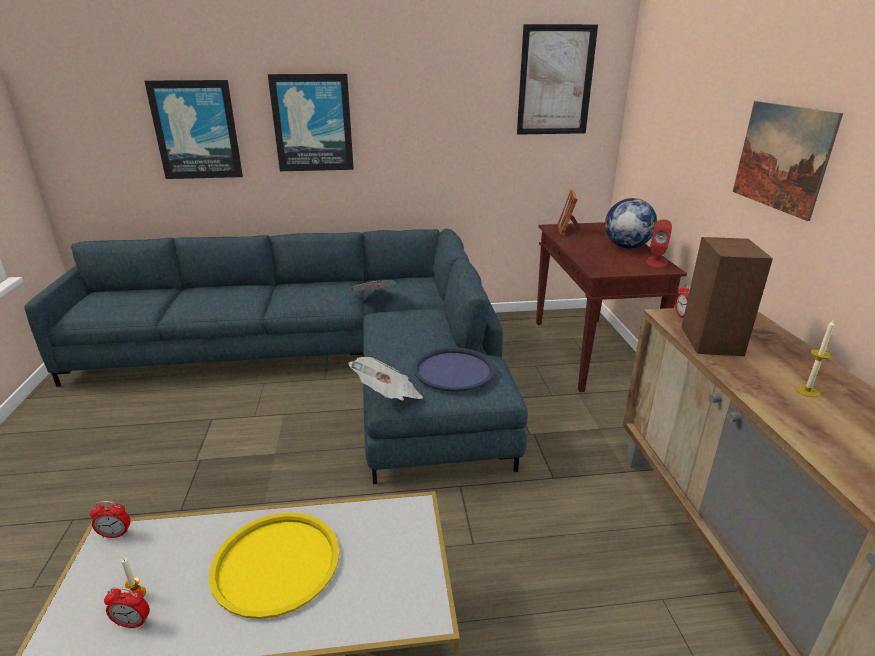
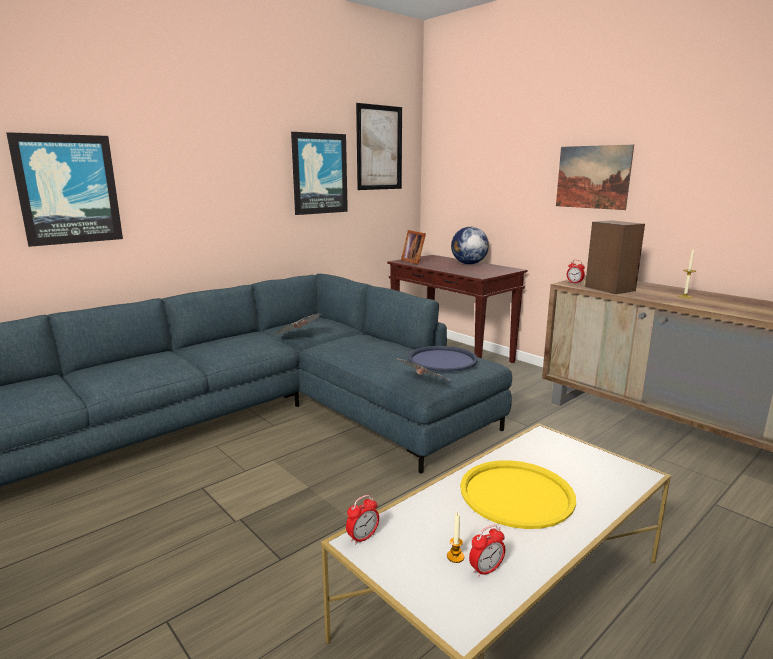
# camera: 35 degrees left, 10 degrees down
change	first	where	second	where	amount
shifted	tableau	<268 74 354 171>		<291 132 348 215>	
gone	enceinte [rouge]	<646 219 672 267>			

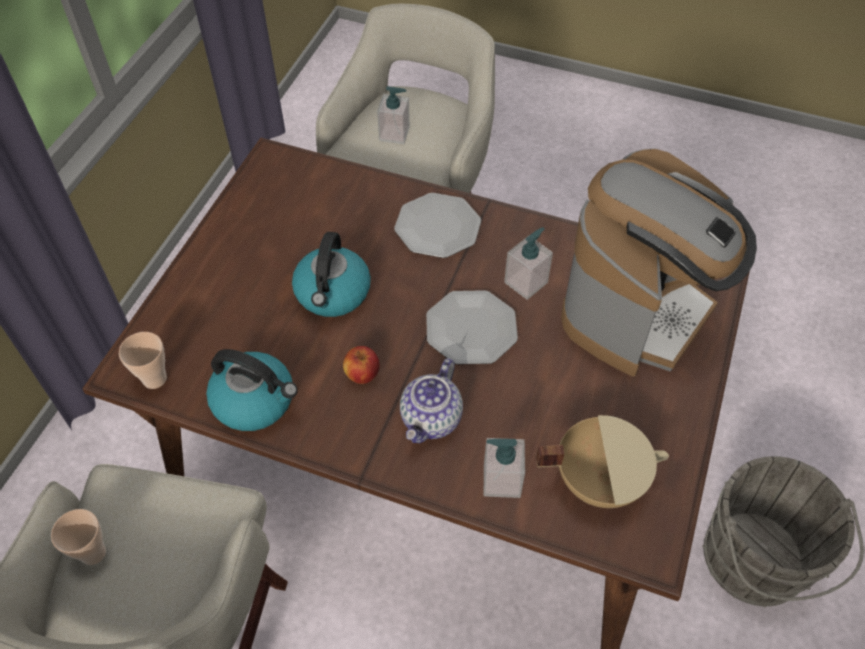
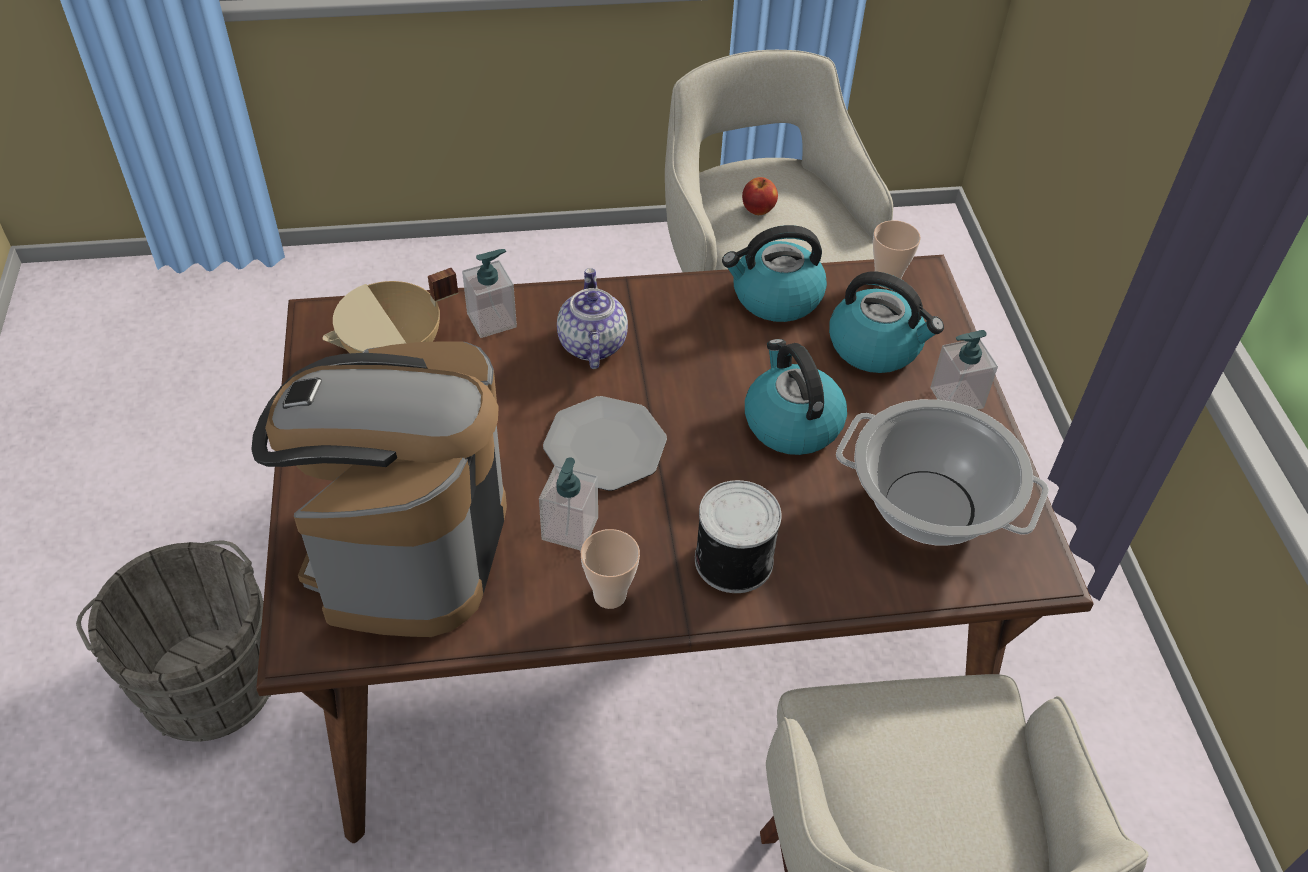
# camera: 150 degrees right, 5 degrees down
change	first	where	second	where	amount
shifted	tasse	<51 509 106 565>		<581 529 640 609>	
swapped	assiette	<394 193 481 258>	boîte métallique	<695 480 782 593>	
shifted	pomme	<343 346 380 384>		<742 177 778 215>	
new			bouilloire	<829 271 944 373>	
new			marmite	<836 399 1049 545>	
shifted	distributeur de savon	<377 86 410 144>		<931 330 998 410>	

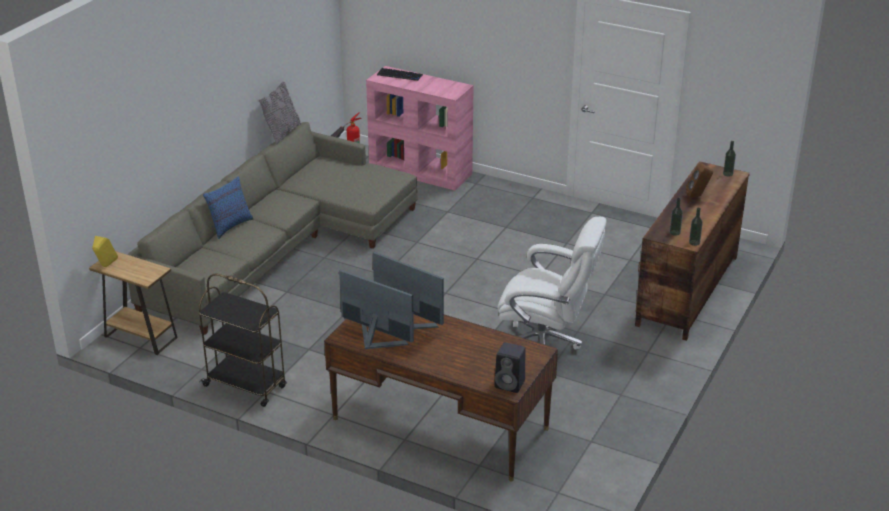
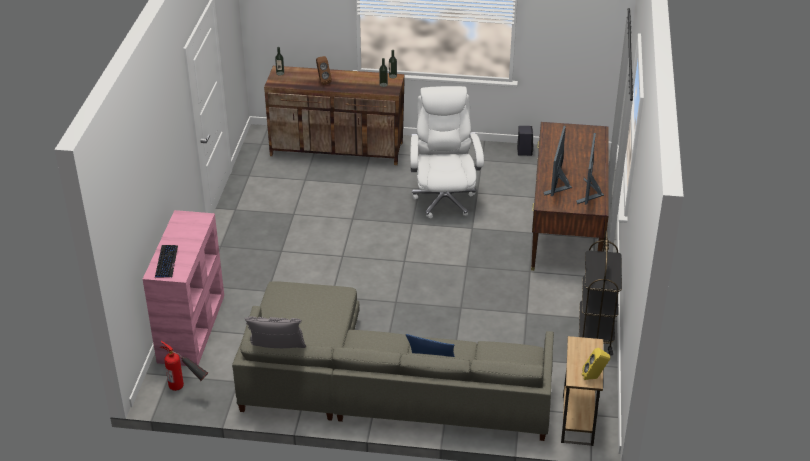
# camera: 110 degrees left, 5 degrees up
change	first	where	second	where	amount
shifted	enceinte [noir]	<494 342 526 393>		<517 126 533 156>	

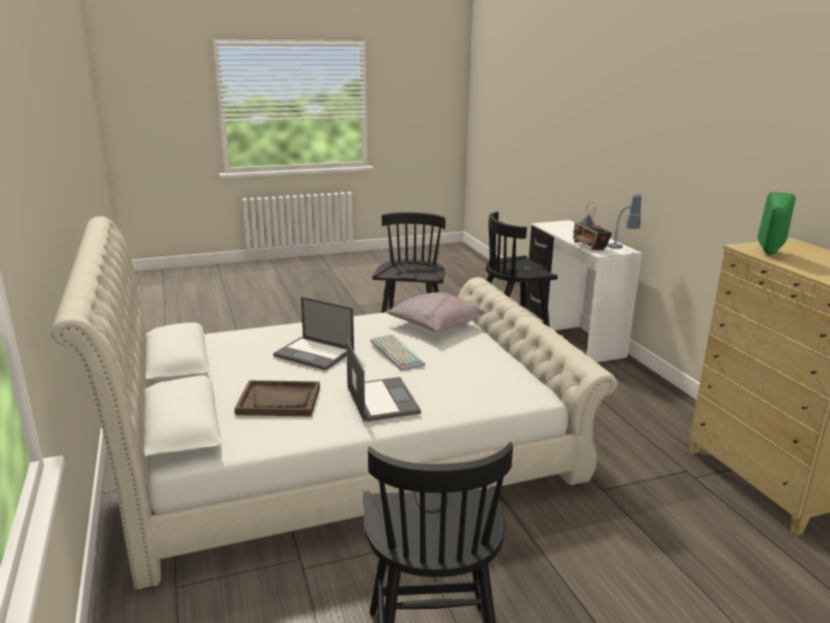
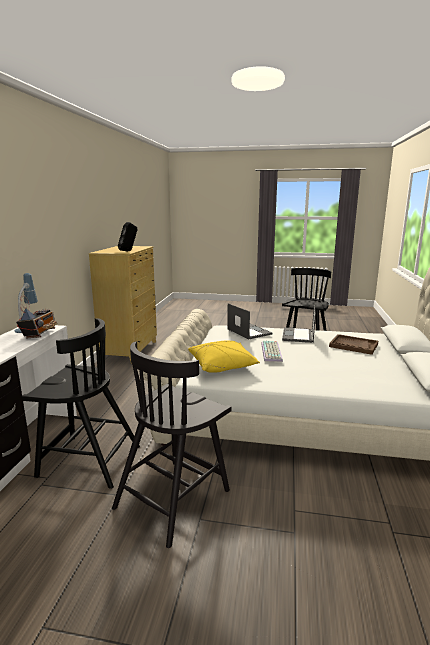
# camera: 150 degrees left, 5 degrees down
change	first	where	second	where	amount
repainted	enceinte [vert]	<758 192 796 255>	enceinte [noir]	<118 222 137 251>	
repainted	coussin [violet]	<385 292 486 332>	coussin [jaune]	<188 340 260 373>	
shifted	ordinateur portable	<273 297 354 370>		<227 303 272 339>	

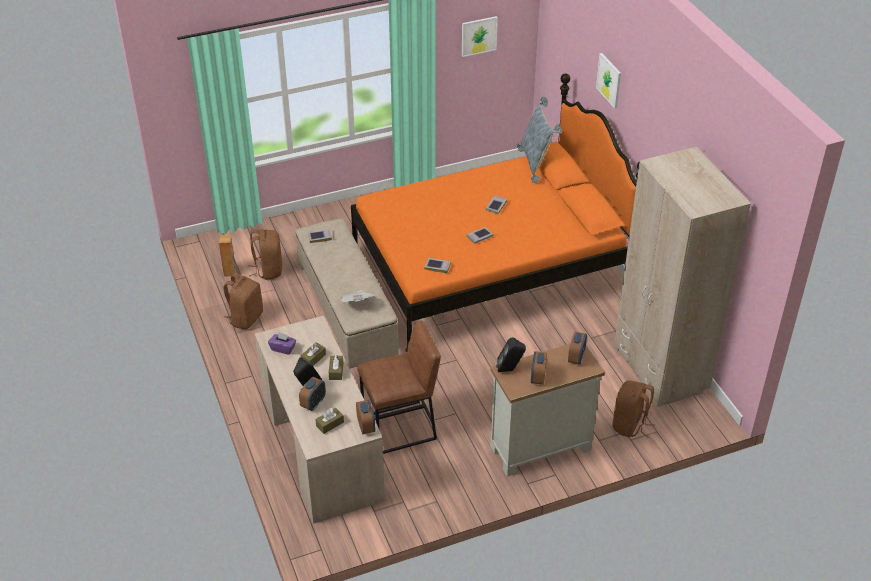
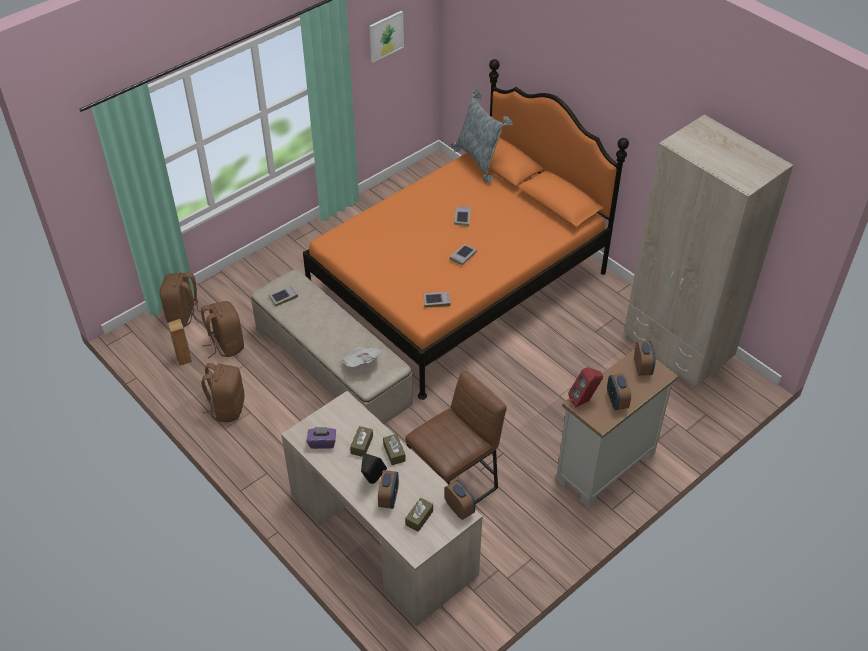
# camera: 20 degrees left, 5 degrees up
change	first	where	second	where	amount
shifted	sac à dos [marron]	<613 380 655 438>		<160 273 207 327>	
repainted	enceinte [noir]	<496 337 526 372>	enceinte [rouge]	<568 367 603 408>	
gone	tableau	<596 53 621 108>			

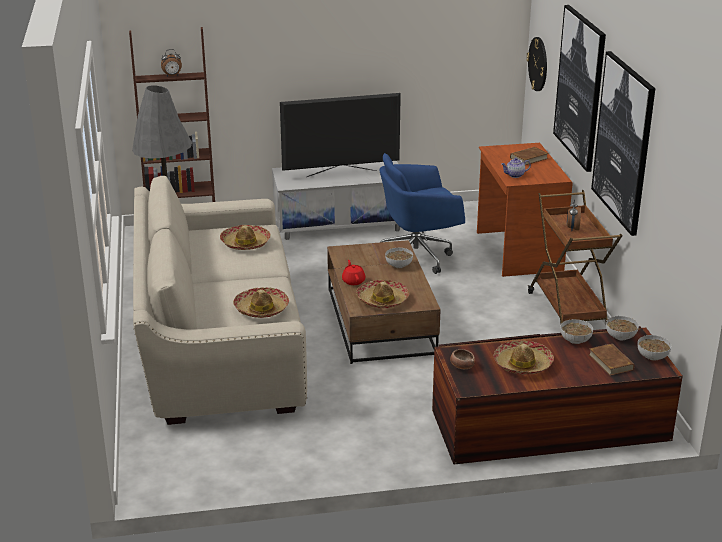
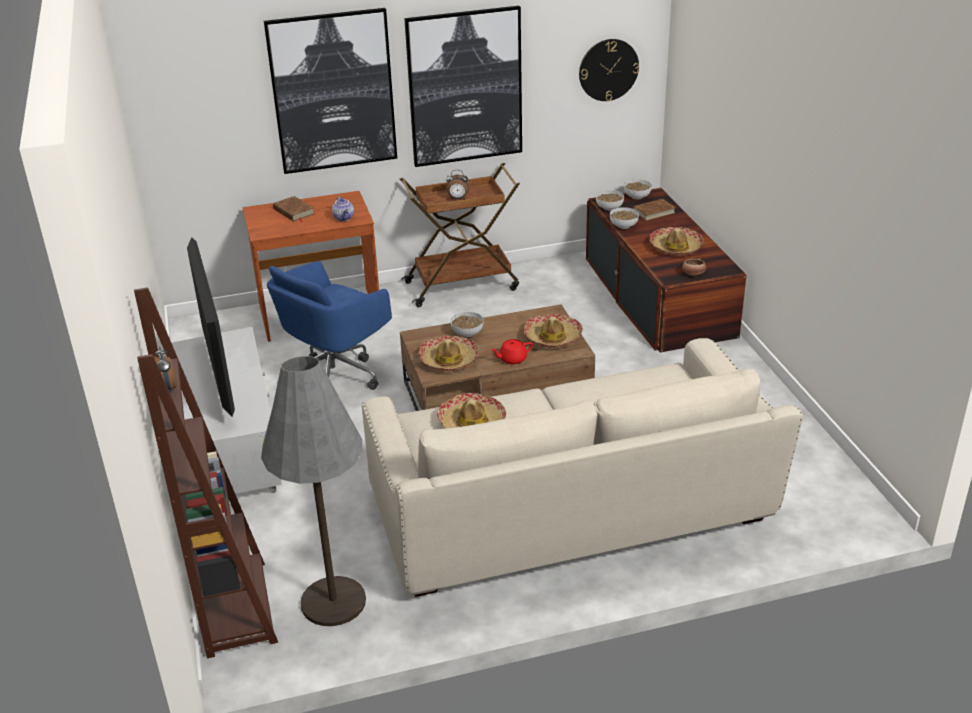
# camera: 95 degrees left, 5 degrees up
change	first	where	second	where	amount
rotated	chaise de bureau [bleu]	<380 153 465 274>		<267 261 392 390>	60 degrees clockwise
shifted	chapeau	<233 287 289 318>		<418 336 479 372>	
shifted	horloge murale	<526 37 547 91>		<579 39 639 101>	

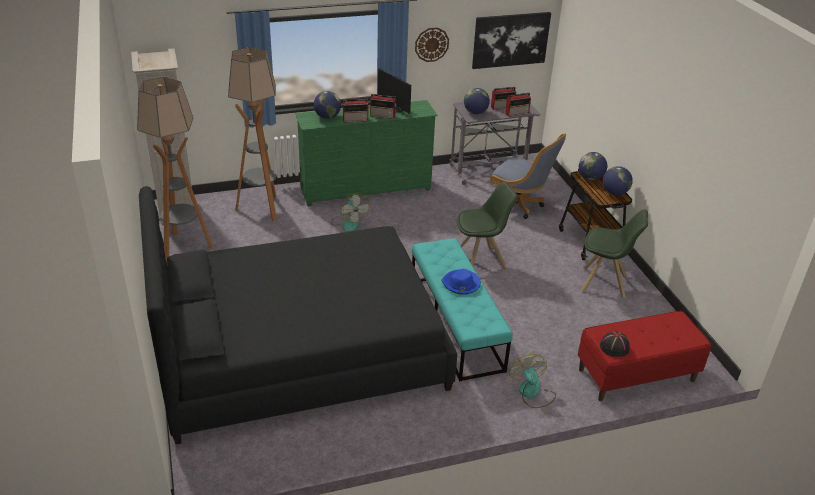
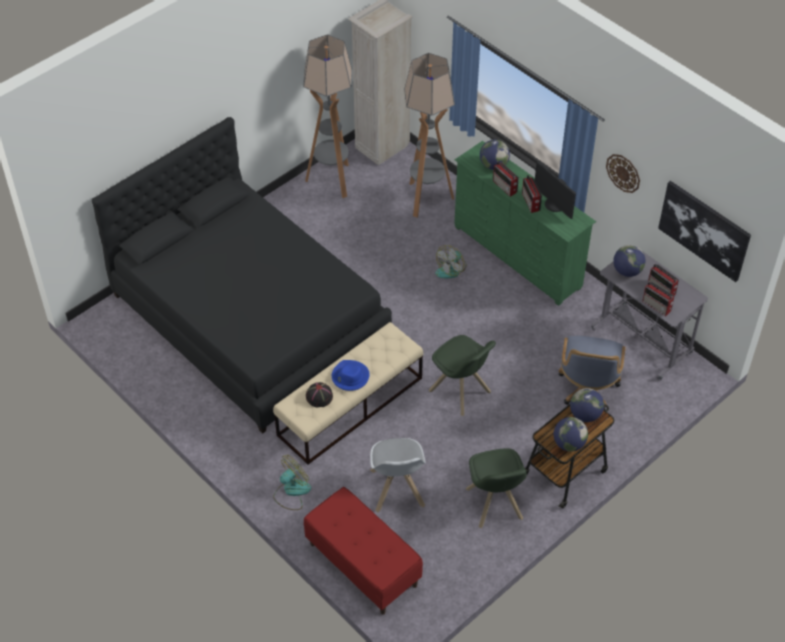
# camera: 65 degrees right, 15 degrees up
change	first	where	second	where	amount
repainted	banc [turquoise]	<412 238 513 382>	banc [beige]	<273 322 423 465>	
shifted	chapeau [noir]	<600 331 630 357>		<306 382 333 407>	
new			chaise	<370 438 426 512>	
rotated	écran d'ordinateur	<378 68 411 114>		<535 161 576 219>	60 degrees counterclockwise

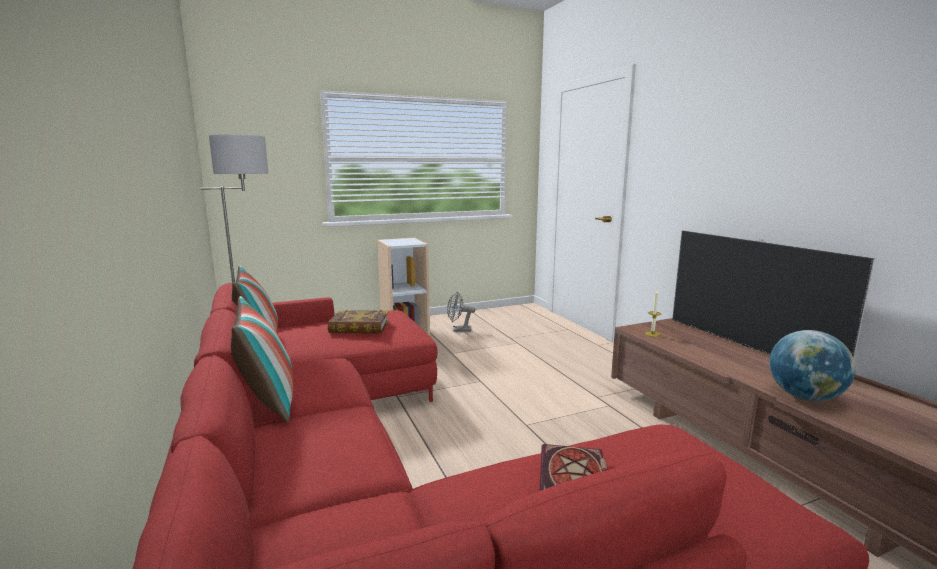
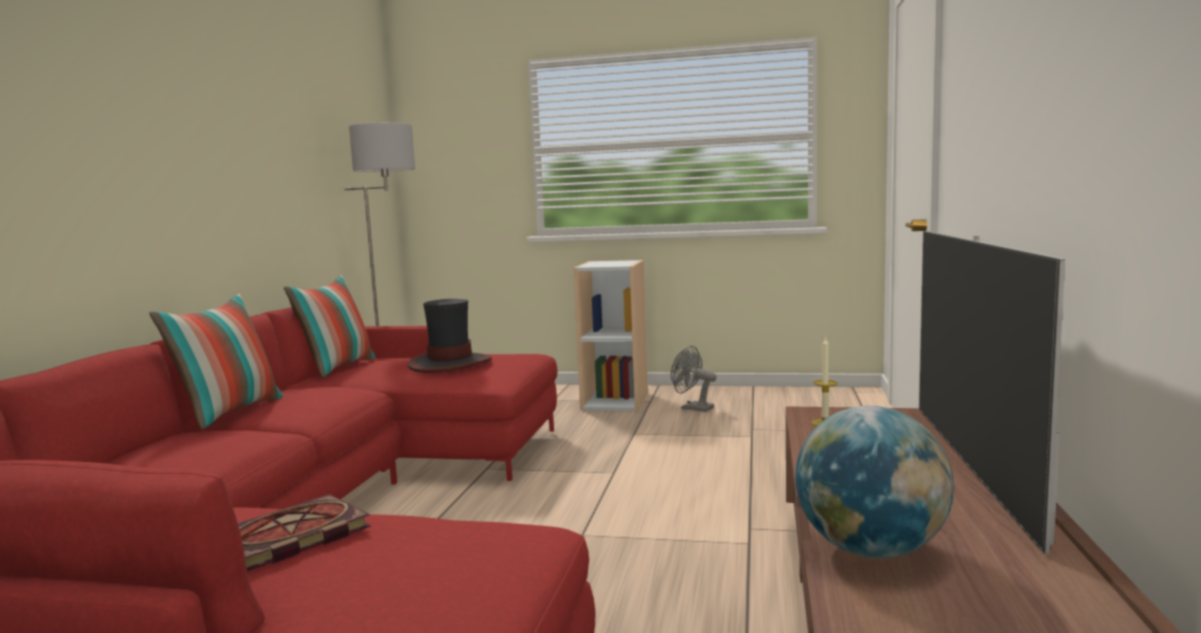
# camera: 35 degrees right, 5 degrees down
change	first	where	second	where	amount
swapped	livre	<328 310 389 333>	chapeau	<408 299 492 373>	

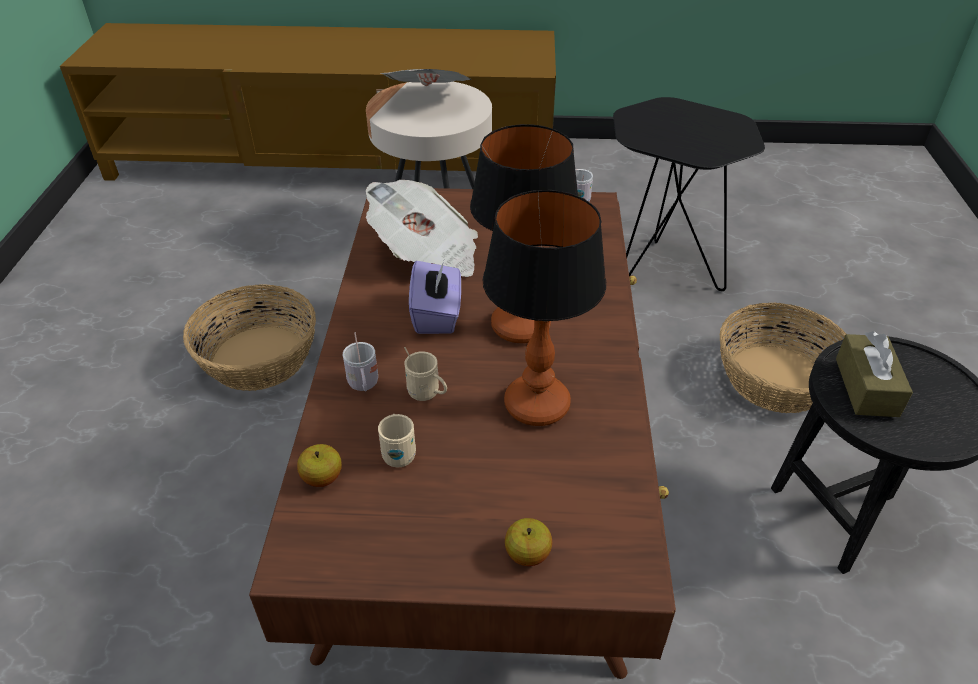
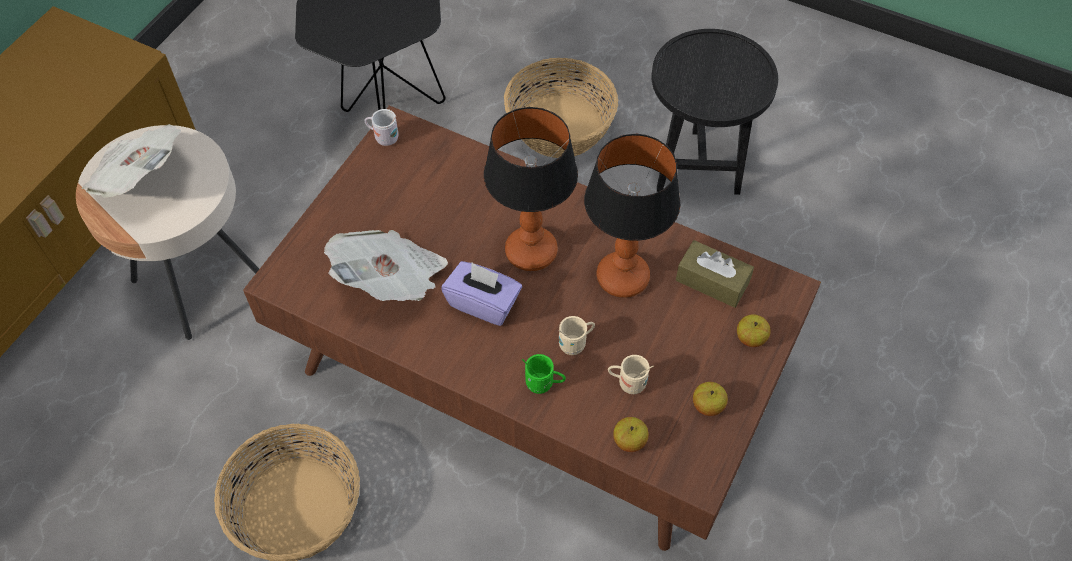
# camera: 65 degrees left, 15 degrees up
change	first	where	second	where	amount
repainted	mug [blanc]	<343 332 378 391>	mug [vert]	<522 354 566 394>	
shifted	boîte à mouchoirs [marron]	<836 331 913 417>		<676 240 754 308>	
new			pomme	<693 382 728 416>	

